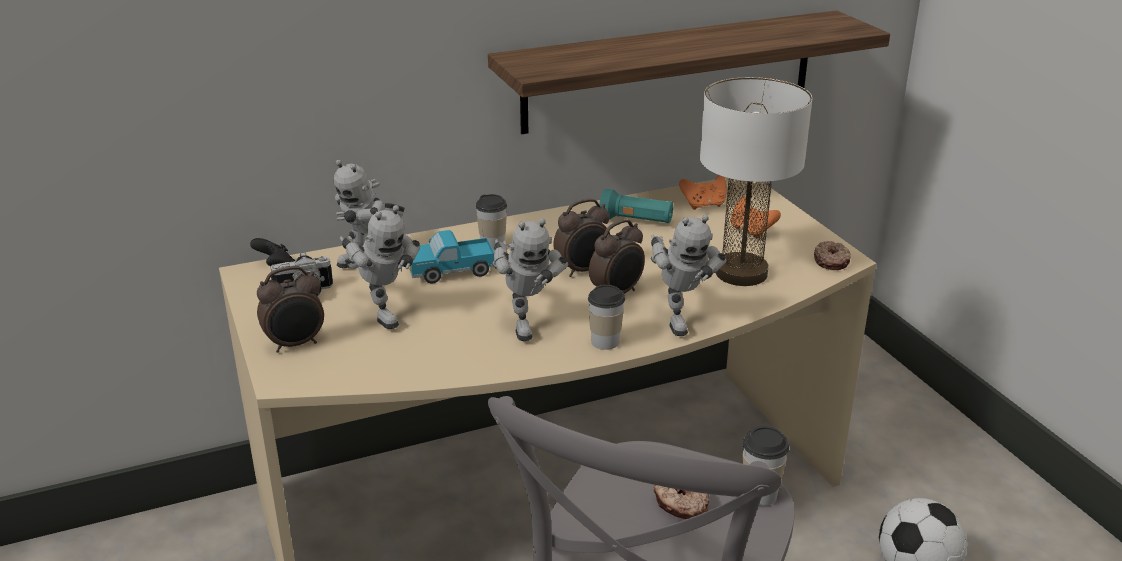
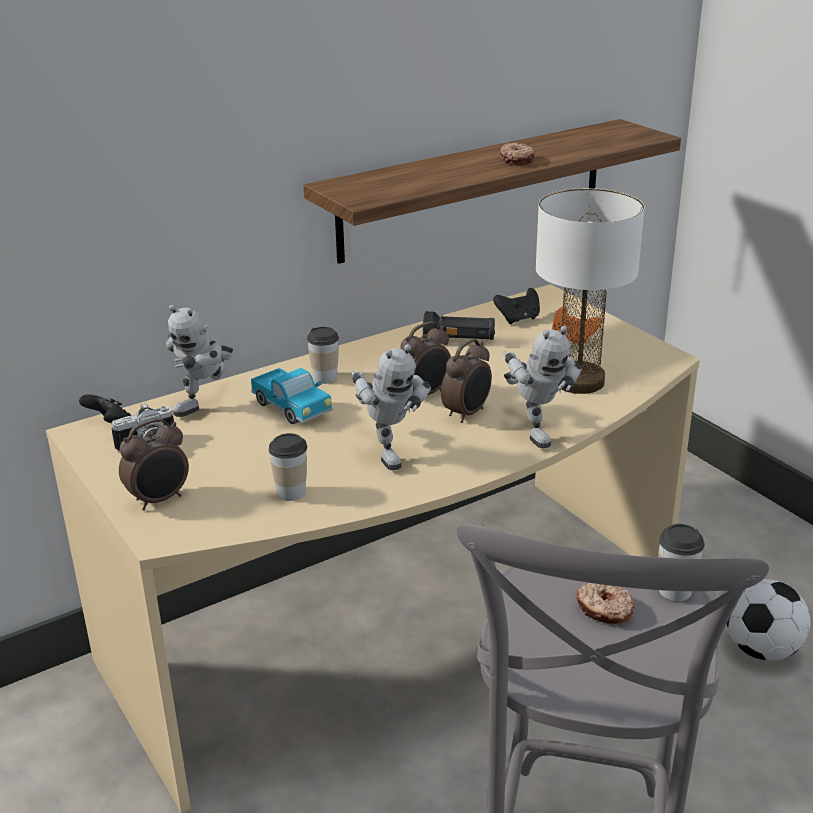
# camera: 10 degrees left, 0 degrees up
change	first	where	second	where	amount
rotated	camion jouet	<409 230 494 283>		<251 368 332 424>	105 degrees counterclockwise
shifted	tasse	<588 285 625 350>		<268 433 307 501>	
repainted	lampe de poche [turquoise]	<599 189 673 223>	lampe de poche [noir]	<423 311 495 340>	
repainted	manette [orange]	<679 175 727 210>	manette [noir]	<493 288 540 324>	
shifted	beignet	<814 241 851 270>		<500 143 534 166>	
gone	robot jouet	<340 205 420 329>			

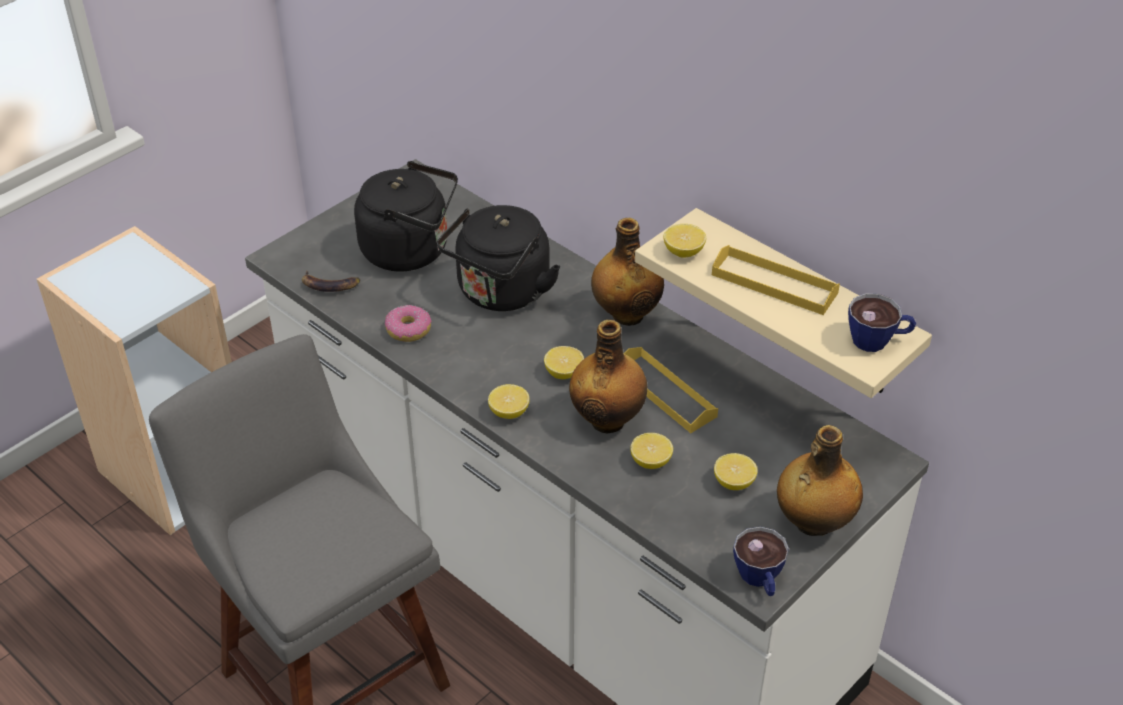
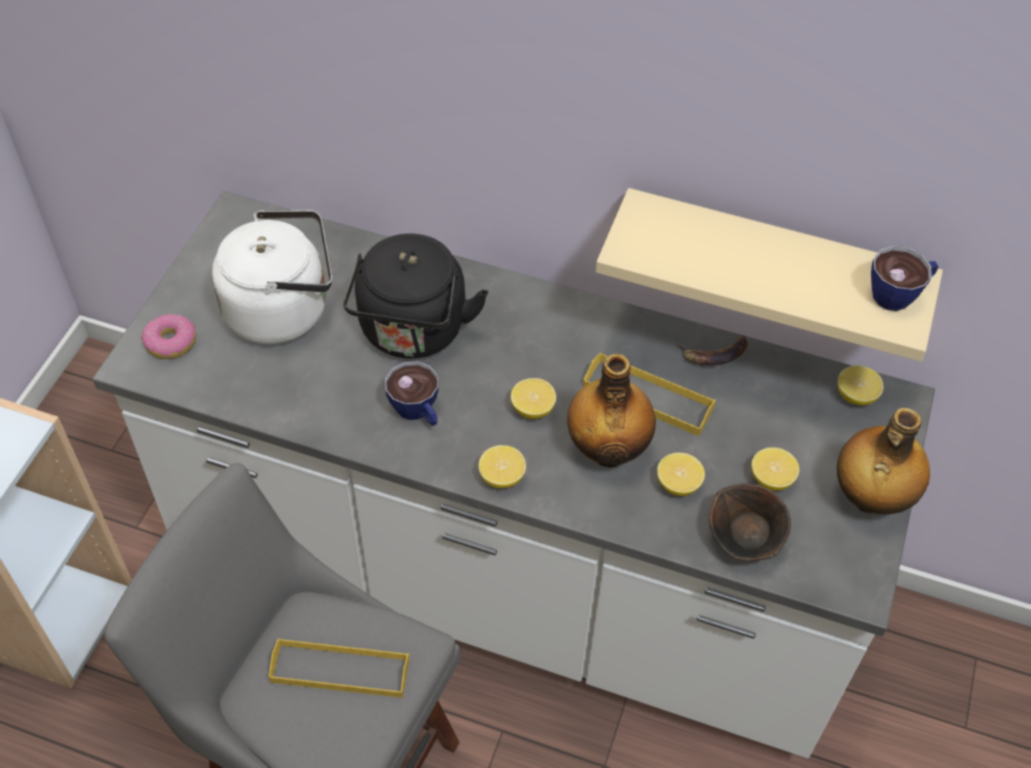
# camera: 25 degrees left, 10 degrees up
change	first	where	second	where	amount
shifted	beignet	<385 305 432 342>		<141 314 196 359>	
repainted	bouilloire [noir]	<354 161 458 271>	bouilloire [blanc]	<212 210 332 344>	
shifted	plateau [jaune]	<712 245 840 315>		<269 638 409 698>	
shifted	tasse	<733 527 789 596>		<385 361 439 426>	
shifted	banane	<302 270 360 292>		<676 335 748 366>	
new			bol [marron]	<709 483 791 561>	
shifted	citron	<663 224 706 258>		<838 365 884 405>	
gone	bouteille	<591 218 664 326>			

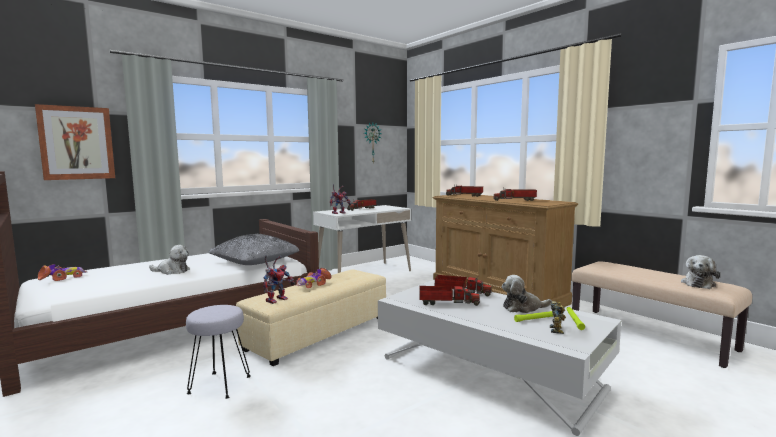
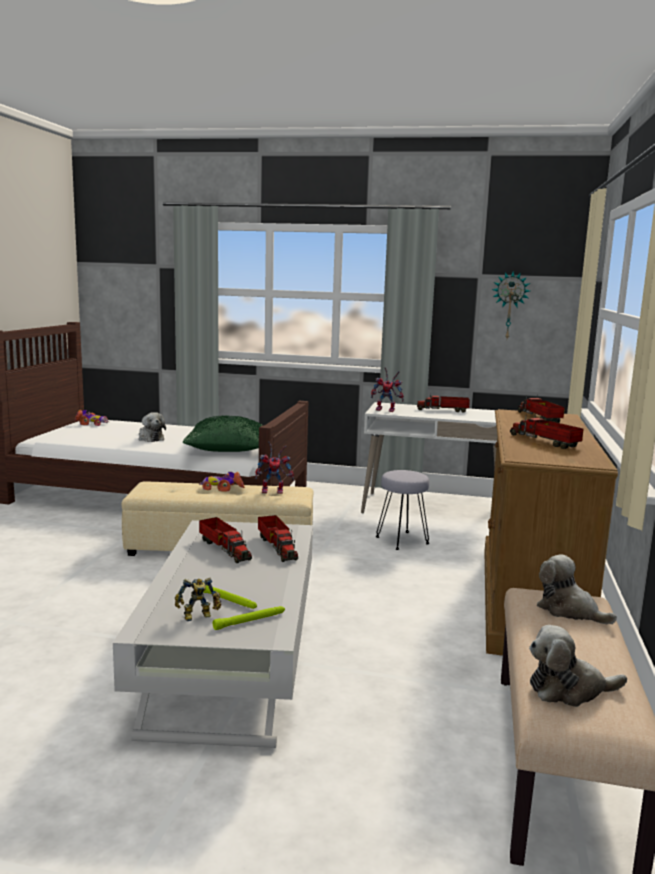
# camera: 50 degrees right, 5 degrees up
change	first	where	second	where	amount
repainted	coussin [gris]	<208 234 299 265>	coussin [vert]	<182 415 262 452>	
shifted	robot jouet	<263 255 295 304>		<255 441 294 494>	
shifted	tabouret [gris]	<186 305 251 399>		<376 470 429 550>	
shifted	peluche	<502 275 552 313>		<537 554 617 624>	
gone	tableau	<35 104 115 180>			

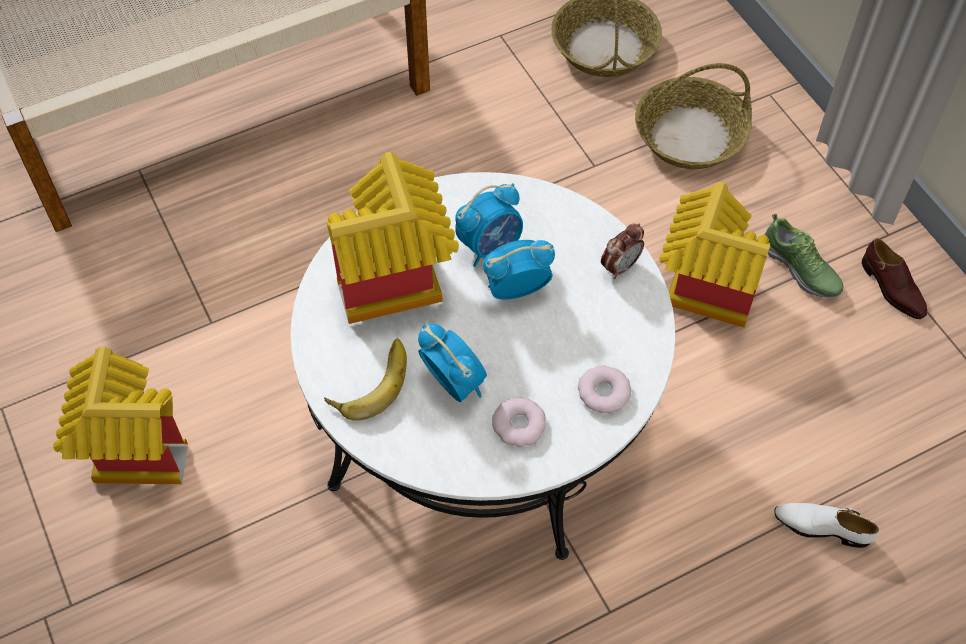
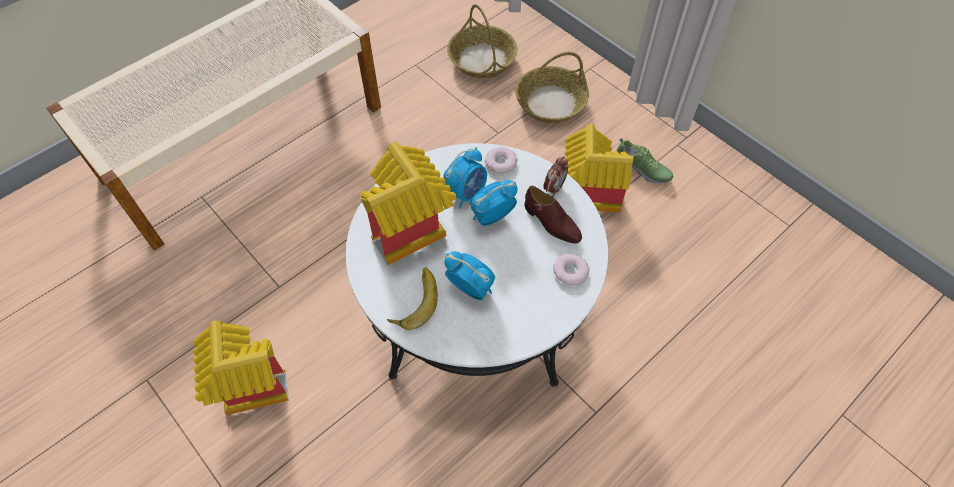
# camera: 15 degrees left, 0 degrees up
change	first	where	second	where	amount
shifted	beignet	<492 397 546 447>		<485 147 517 173>	
shifted	chaussure [marron]	<862 238 927 319>		<524 186 582 244>	
gone	chaussure [blanc]	<774 503 879 548>			

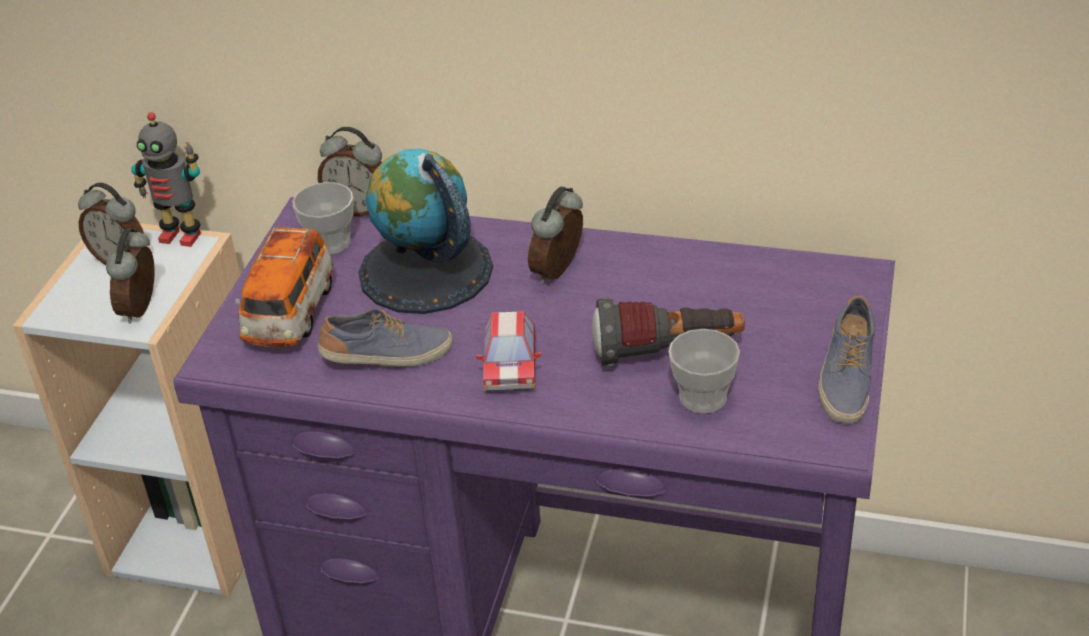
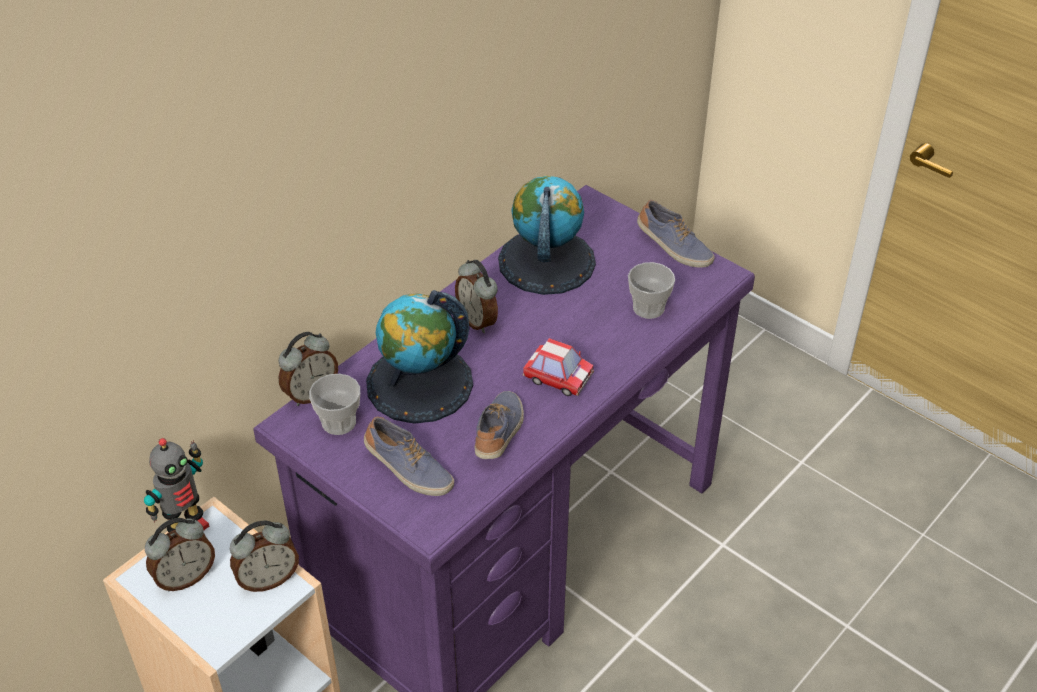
# camera: 65 degrees left, 5 degrees up
change	first	where	second	where	amount
rotated	réveil	<106 228 155 324>		<230 520 299 592>	60 degrees counterclockwise
swapped	petite voiture	<235 227 334 347>	chaussure	<364 416 454 496>	
new			globe	<498 176 596 295>	
gone	lampe de poche	<592 297 745 367>			

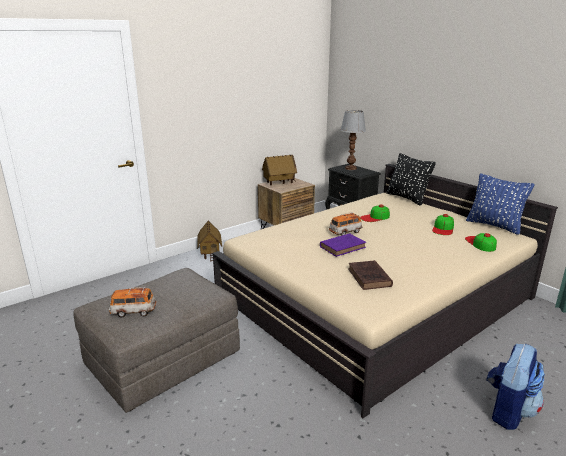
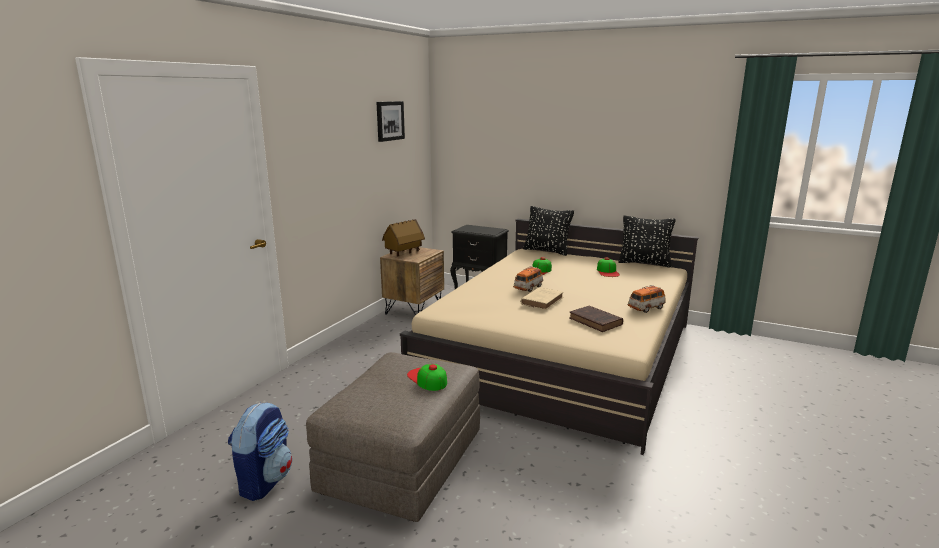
# camera: 25 degrees left, 5 degrees down
change	first	where	second	where	amount
shifted	sac à dos	<486 344 545 430>		<228 402 292 501>	
new			tableau	<376 101 405 142>	
shifted	casquette	<465 233 497 252>		<407 364 447 391>	
repainted	livre [violet]	<320 233 366 257>	livre [beige]	<521 287 563 310>	
repainted	coussin [bleu]	<466 173 535 235>	coussin [noir]	<618 216 675 268>	
shifted	petite voiture	<109 287 156 317>		<628 285 666 313>	
gone	maison miniature	<197 221 222 262>			
gone	lampe de table	<341 110 366 170>			

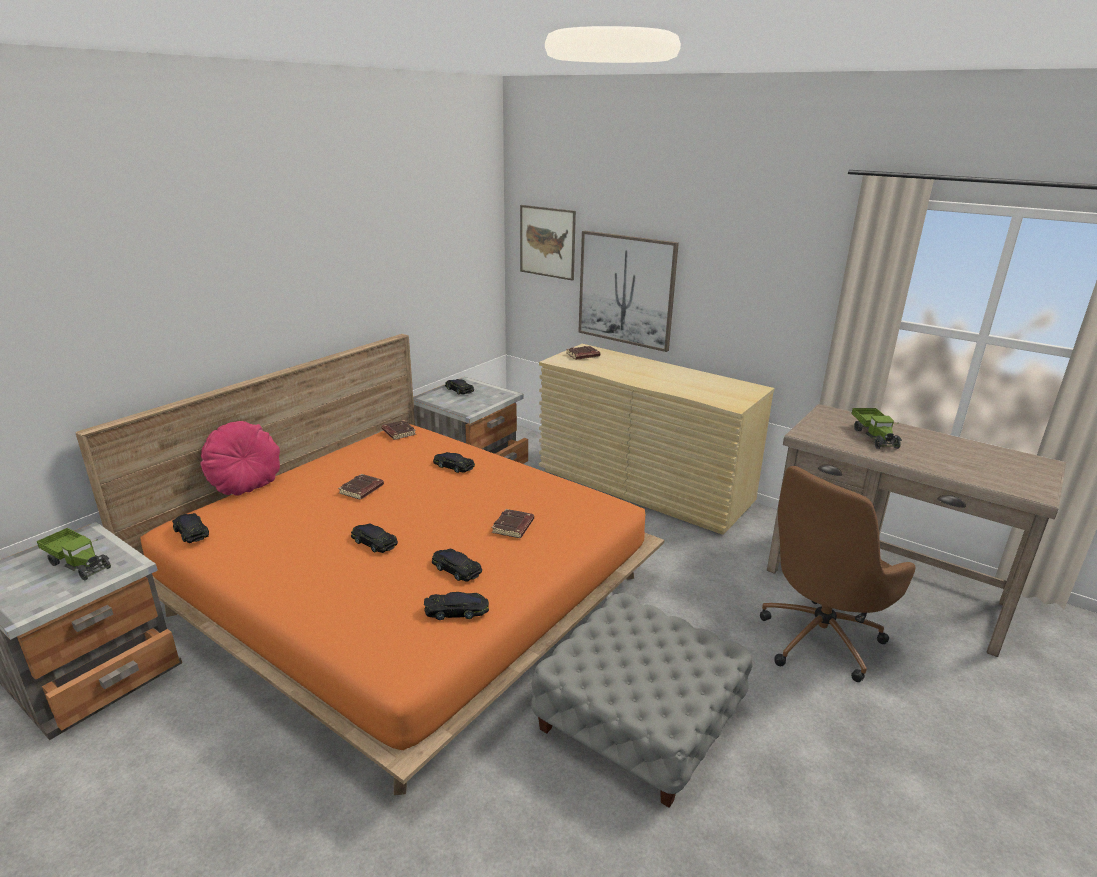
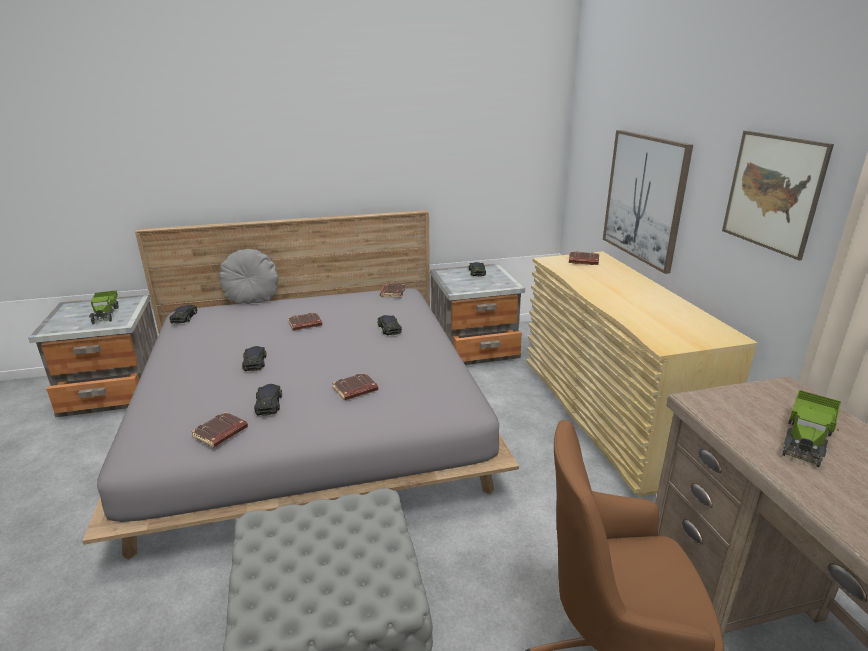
# camera: 40 degrees right, 0 degrees up
change	first	where	second	where	amount
repainted	lit [orange]	<75 334 664 795>	lit [gris]	<82 210 519 560>	
swapped	petite voiture [noir]	<424 592 489 620>	livre [marron]	<191 412 248 448>	
repainted	coussin [rose]	<200 421 280 496>	coussin [gris]	<219 249 279 304>	
shifted	tableau	<520 205 576 281>		<722 131 834 260>	

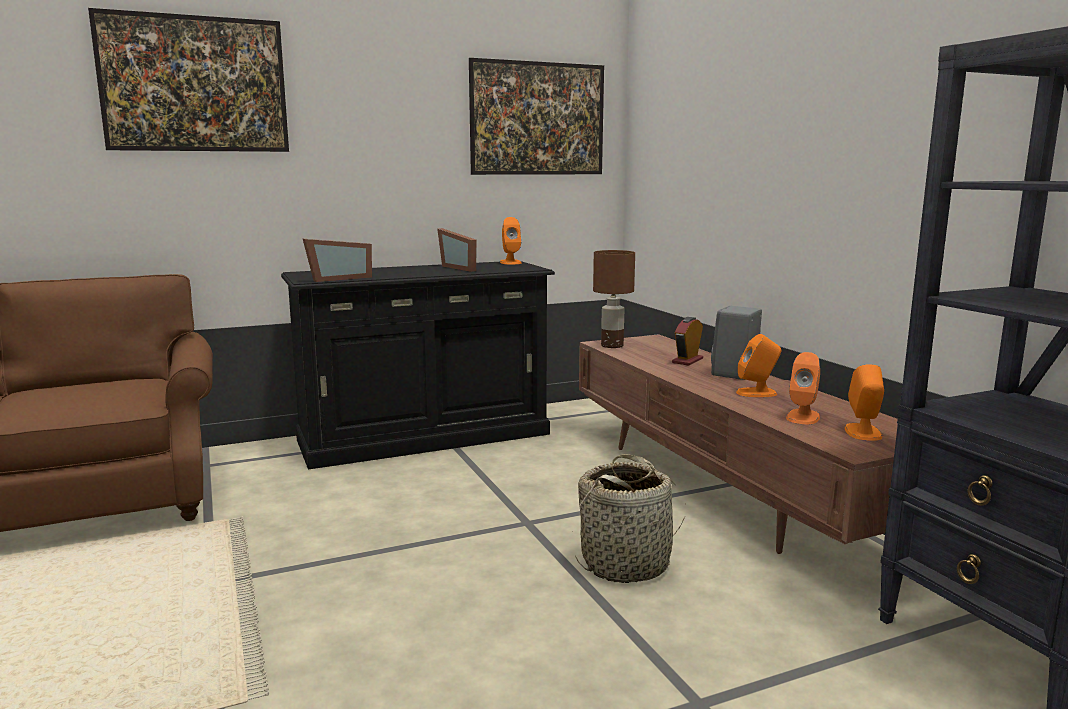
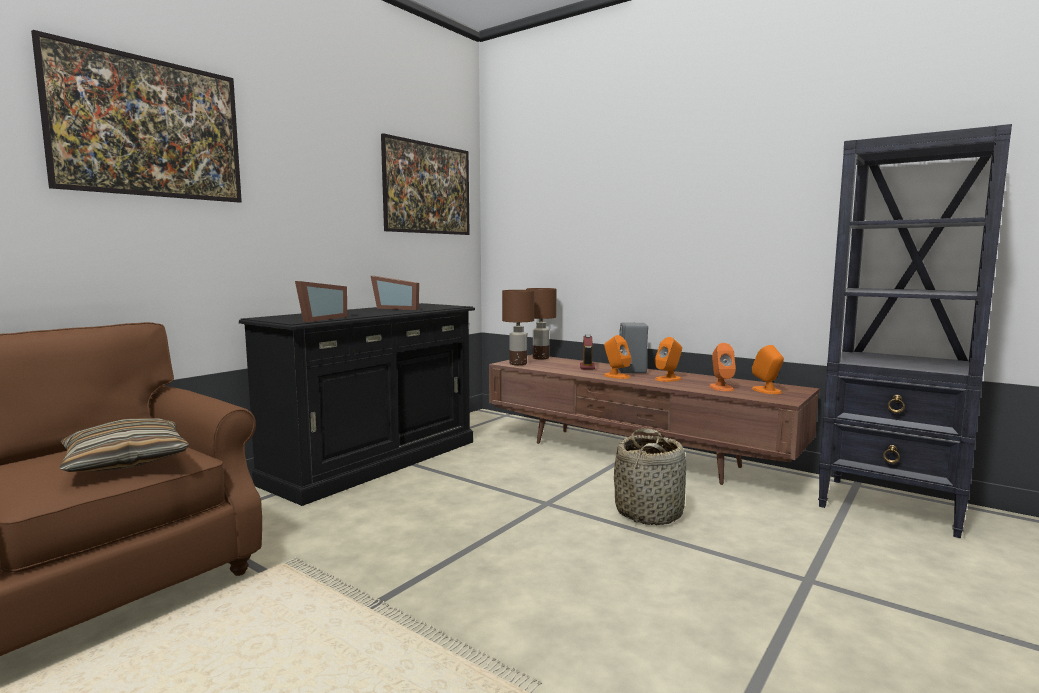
# camera: 30 degrees left, 5 degrees down
change	first	where	second	where	amount
new			coussin	<60 418 189 472>	
new			lampe de table [marron]	<526 288 556 359>	
shifted	enceinte [orange]	<500 217 522 265>		<603 335 631 379>	

